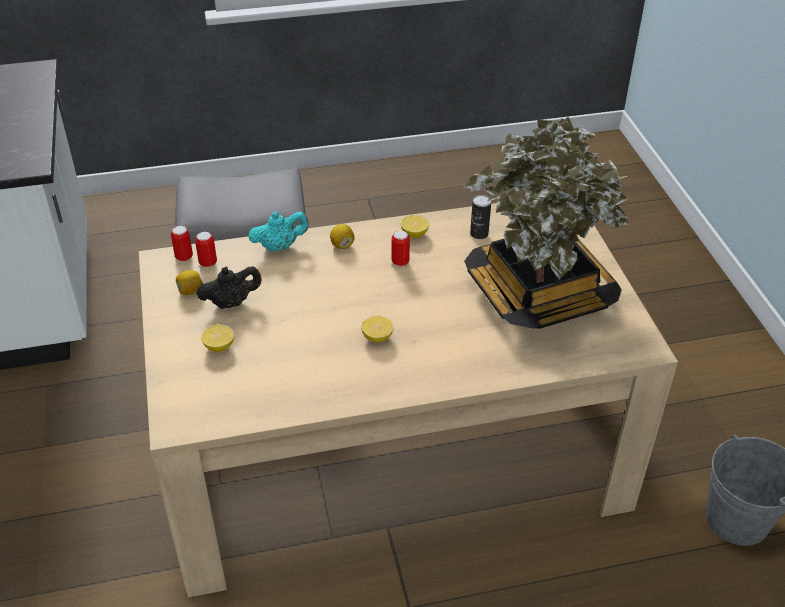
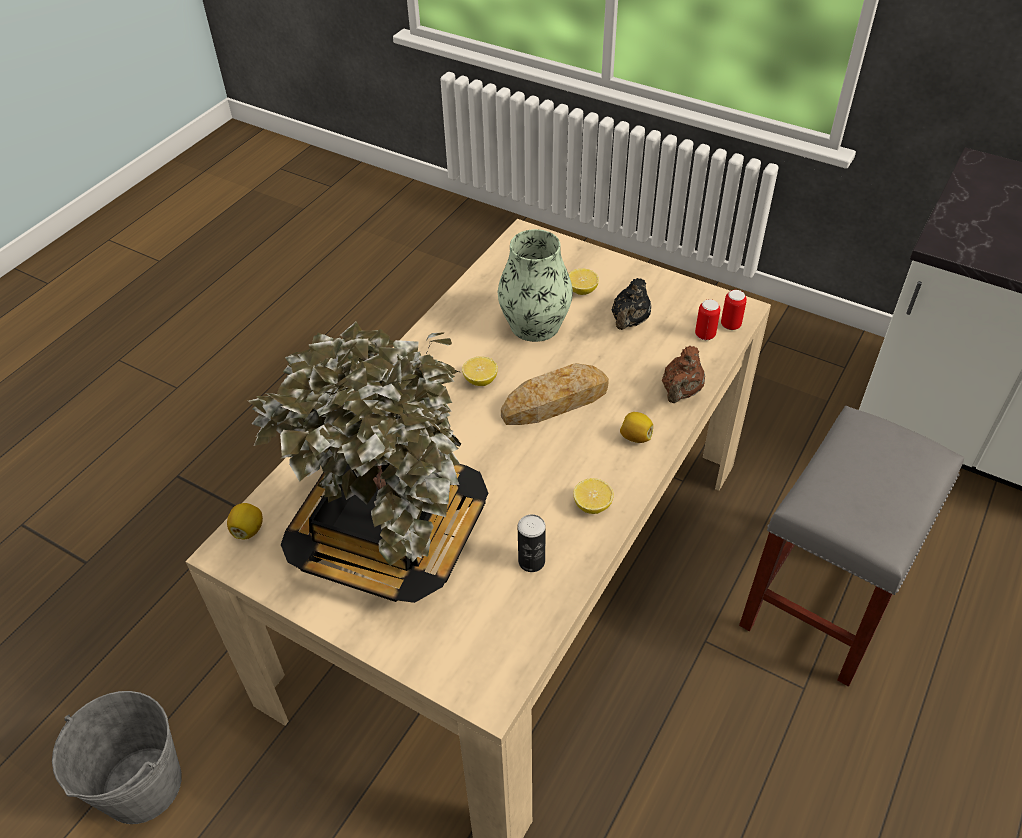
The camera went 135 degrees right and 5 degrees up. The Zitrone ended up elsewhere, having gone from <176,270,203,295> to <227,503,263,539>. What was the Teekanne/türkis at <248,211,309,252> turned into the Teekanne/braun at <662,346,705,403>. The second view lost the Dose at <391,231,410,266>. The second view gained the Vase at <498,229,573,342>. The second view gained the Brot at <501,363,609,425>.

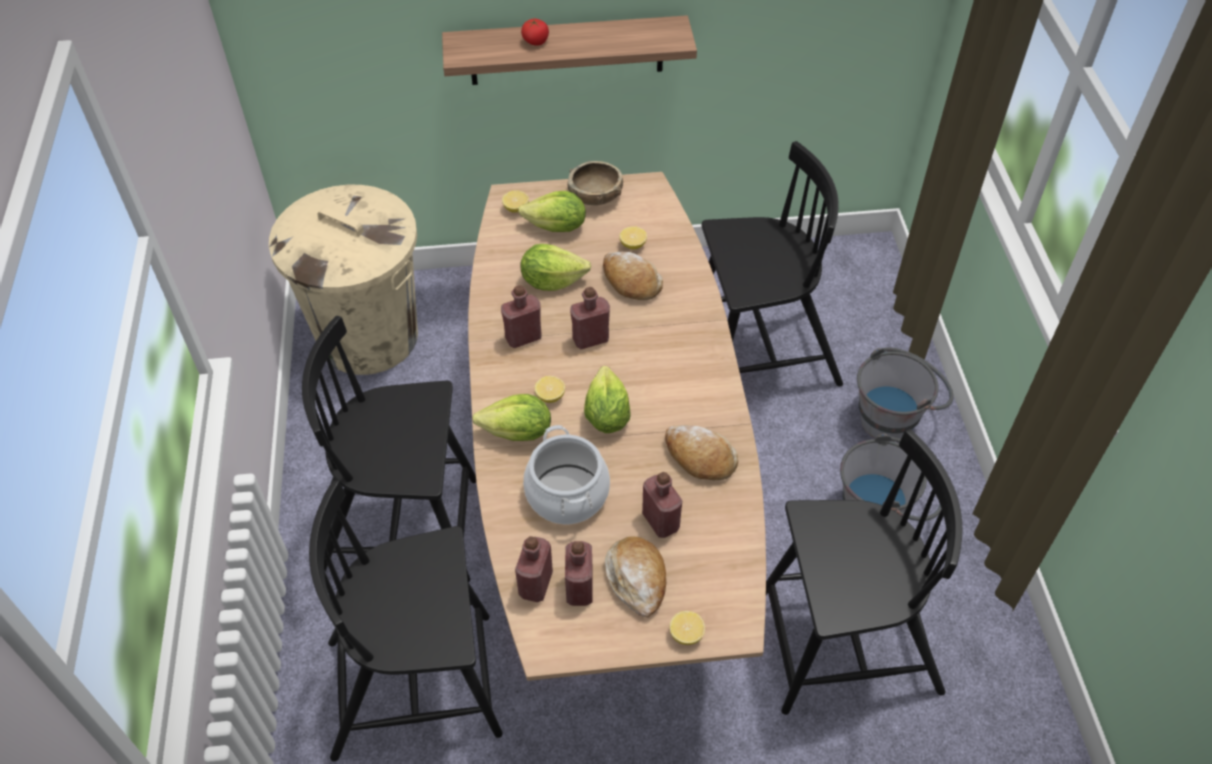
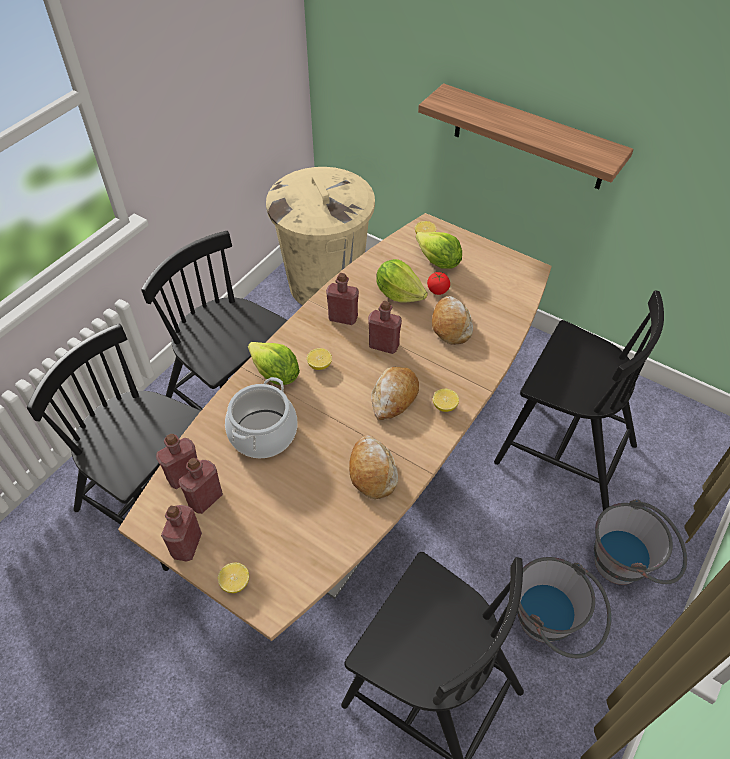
The camera went 40 degrees right and 0 degrees up. The Tomate ended up elsewhere, having gone from <521,19,549,46> to <427,272,450,295>. The second view lost the Schüssel/braun at <568,161,623,205>. The second view lost the Salatkopf at <584,366,631,433>. The Brot ended up elsewhere, having gone from <605,536,666,618> to <371,367,419,420>. The Zitrone ended up elsewhere, having gone from <619,226,647,249> to <433,389,459,412>. The Flasche/rot ended up elsewhere, having gone from <642,472,683,538> to <161,505,202,562>.

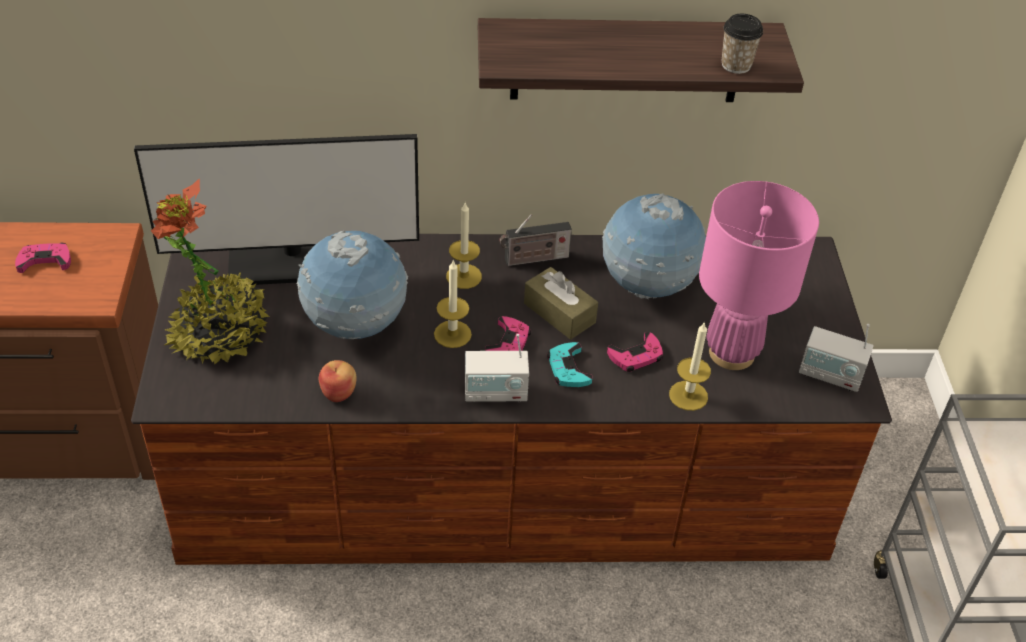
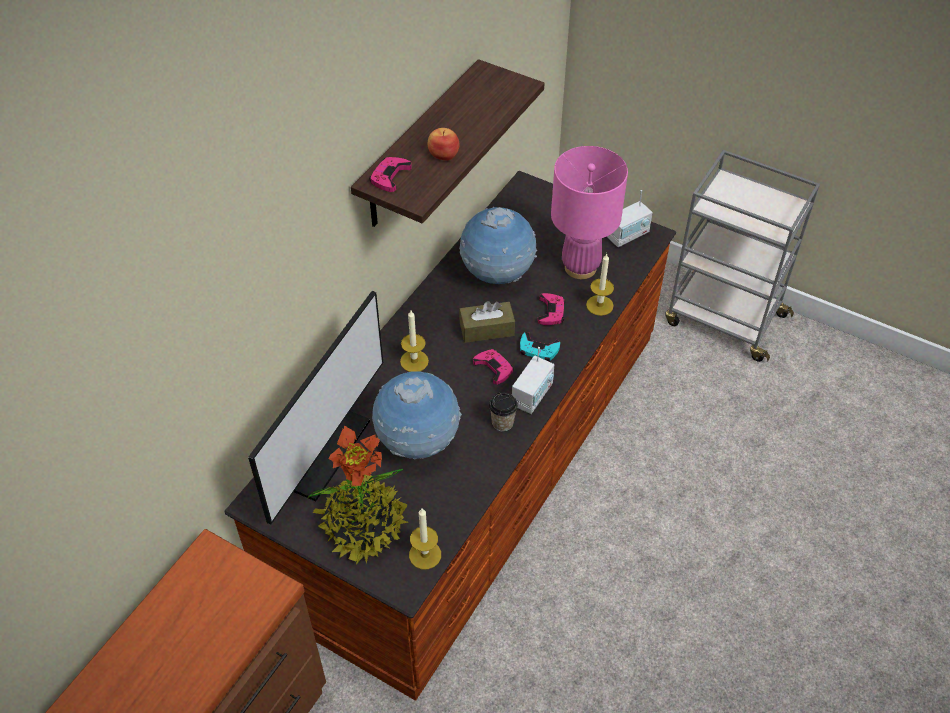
The camera went 55 degrees left and 5 degrees up. The Gamepad/rosa ended up elsewhere, having gone from <15,243,71,273> to <369,157,412,192>. The Apfel ended up elsewhere, having gone from <319,360,357,402> to <428,128,460,160>. The Kerze ended up elsewhere, having gone from <434,260,472,348> to <409,509,441,569>. The second view lost the Radio at <499,214,572,266>. The Tasse ended up elsewhere, having gone from <722,14,763,74> to <489,392,518,431>.

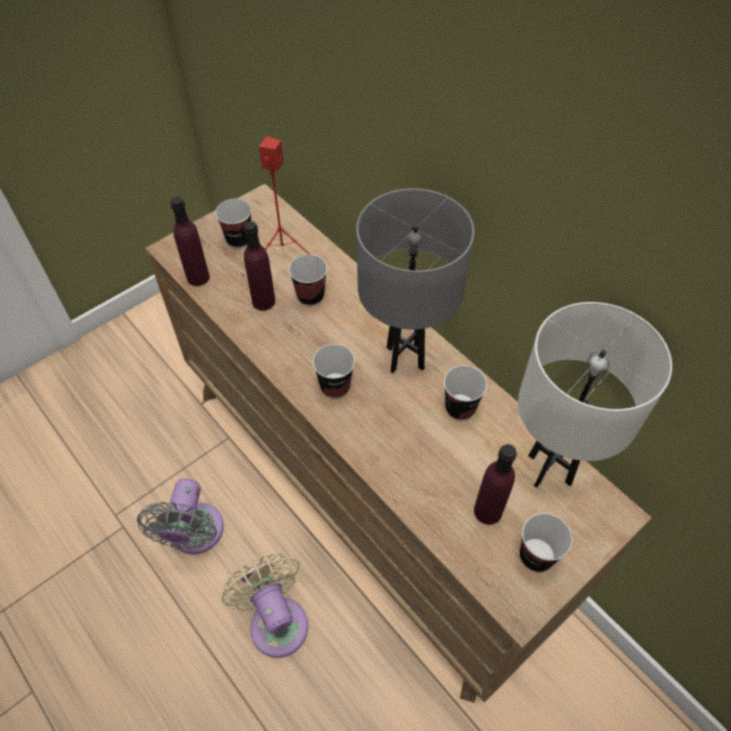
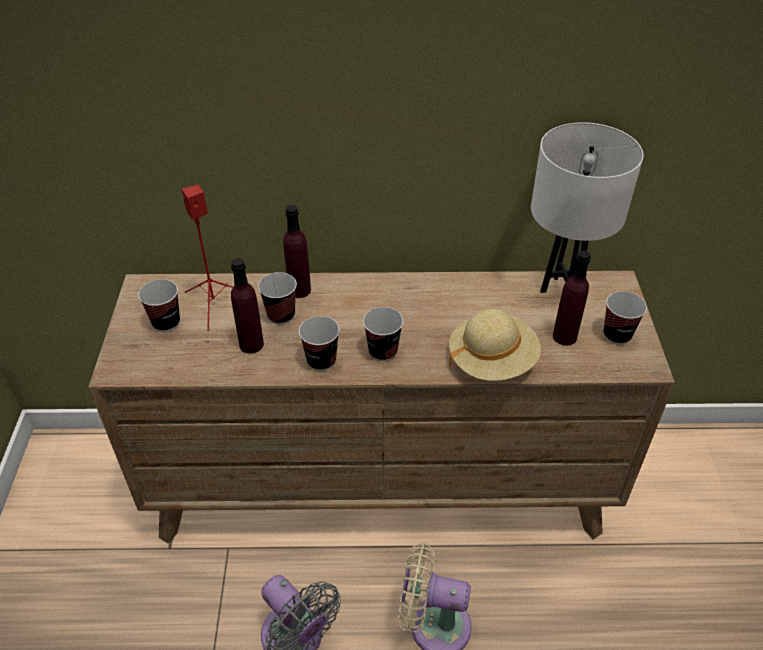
The camera went 50 degrees left and 10 degrees down. The Flasche/lila ended up elsewhere, having gone from <170,197,210,286> to <283,205,311,298>. The second view lost the Tischlampe/grau at <356,188,474,373>. The Tasse ended up elsewhere, having gone from <444,365,487,420> to <299,316,340,371>. The second view gained the Hut/beige at <449,309,541,381>.

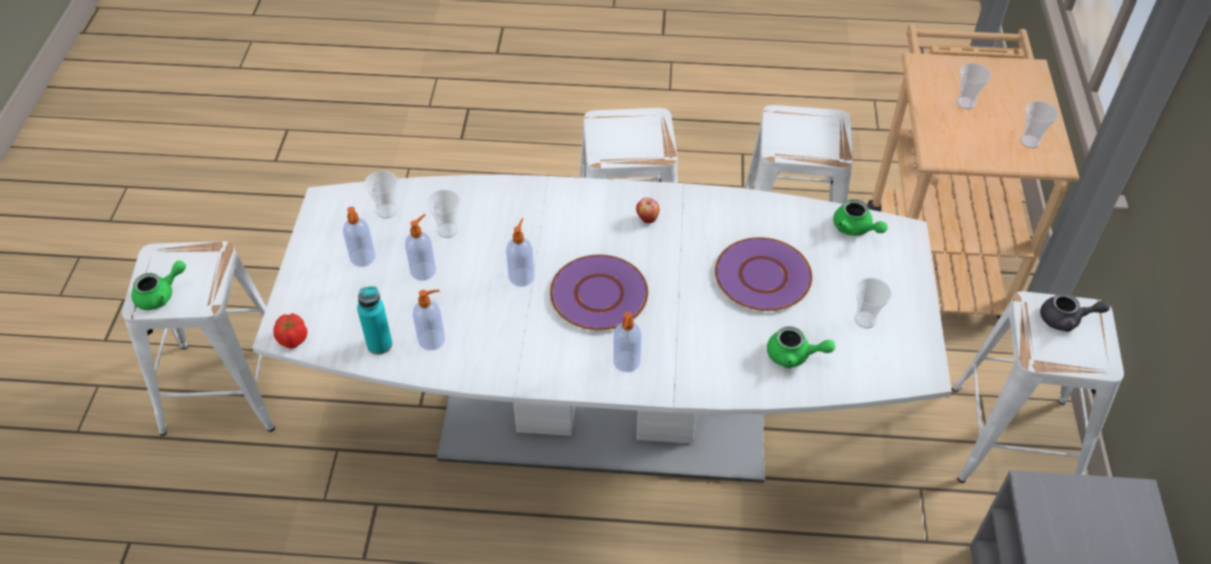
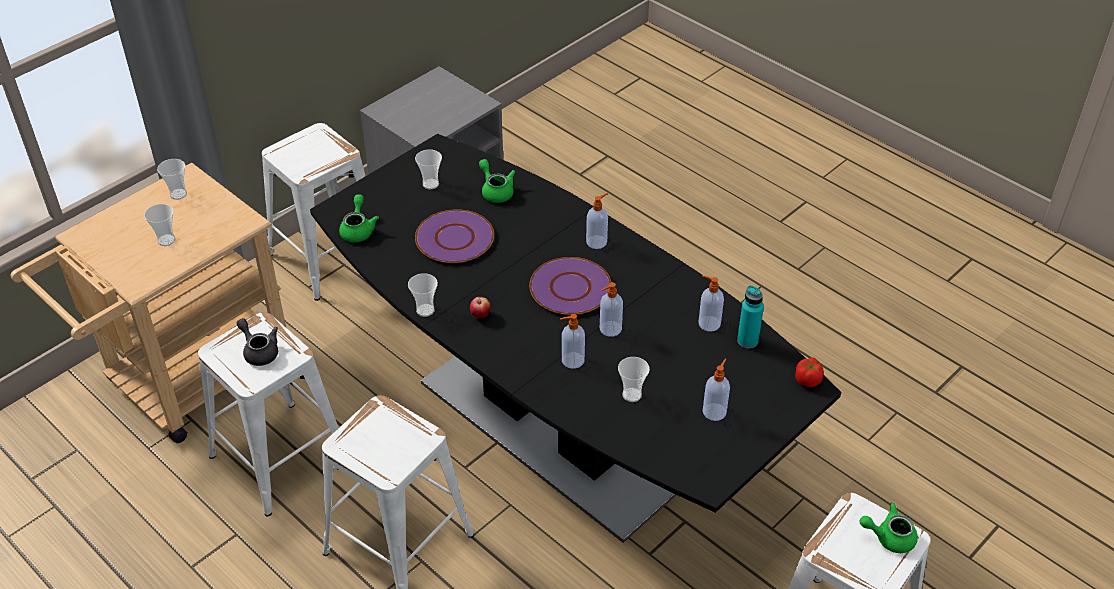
The camera went 140 degrees left and 5 degrees down. What was the Esstisch/weiß at <252,175,952,483> turned into the Esstisch/schwarz at <310,134,841,543>. The Tasse ended up elsewhere, having gone from <364,171,397,219> to <408,273,438,317>. The Seifenspender ended up elsewhere, having gone from <405,214,436,281> to <560,314,585,369>. The Teekanne/grau ended up elsewhere, having gone from <1040,293,1110,332> to <237,318,278,366>.

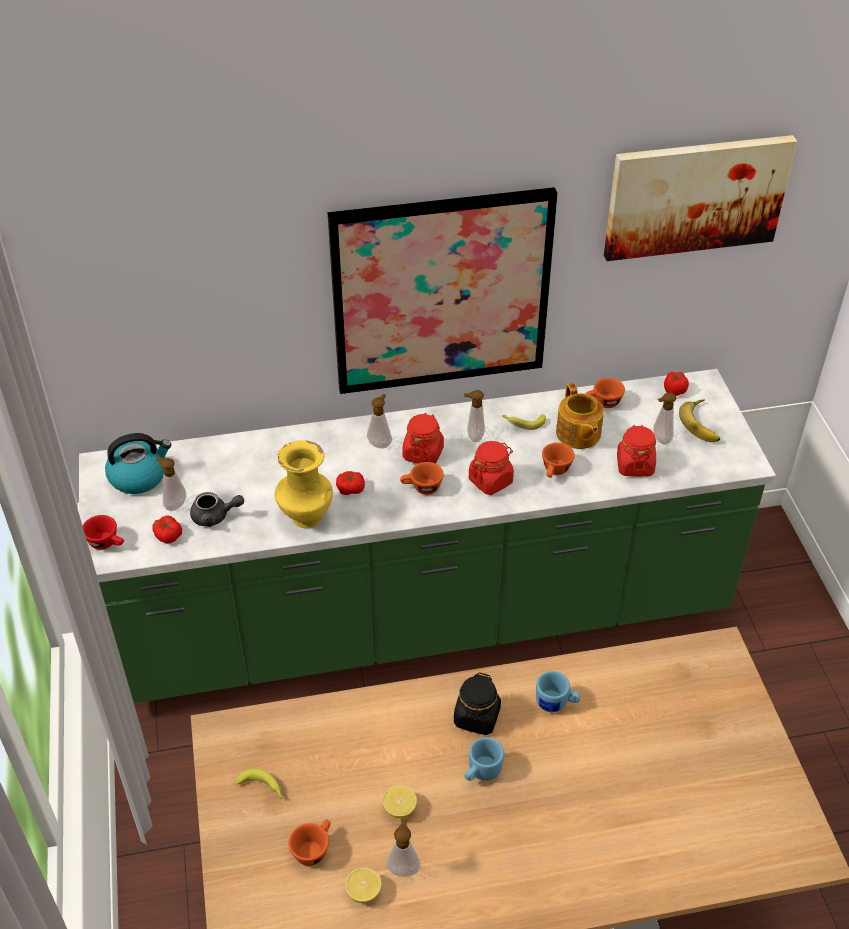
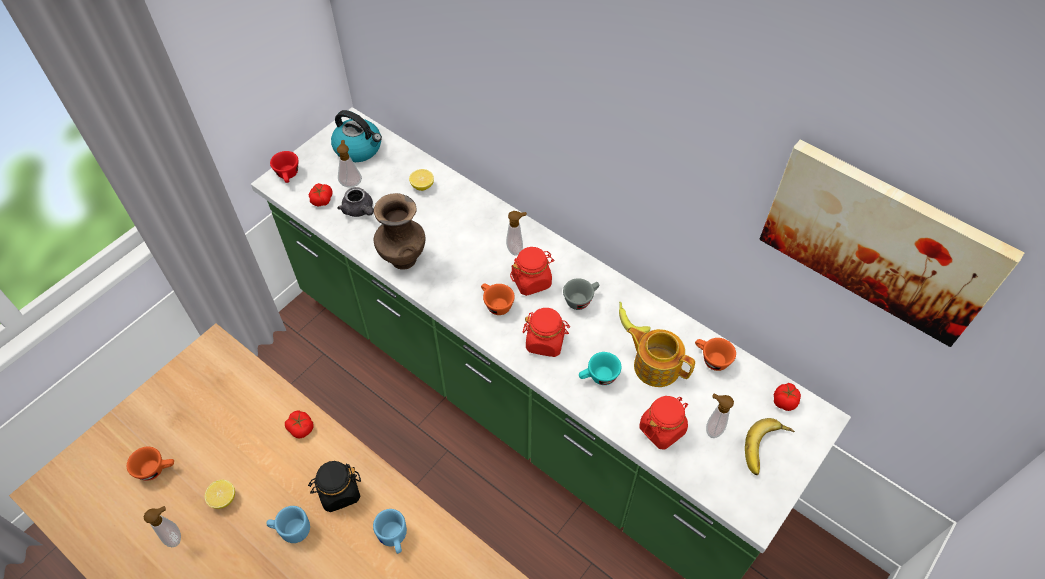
The camera went 50 degrees right and 10 degrees up. The second view lost the Banane at <236,768,283,798>. What was the Vase/gelb at <275,440,333,529> turned into the Vase/braun at <374,193,426,270>. The second view lost the Bild at <327,187,558,394>. The Tomate ended up elsewhere, having gone from <336,471,365,495> to <285,410,314,438>. The Zitrone ended up elsewhere, having gone from <345,868,382,903> to <409,169,434,191>. Where the Seifenspender stood at <464,390,485,442>, the Tasse/grau came to stand at <563,278,599,310>. What was the Tasse/orange at <542,442,575,478> turned into the Tasse/türkis at <579,352,621,385>. The Teekanne at <556,383,604,449> ended up facing another way, 90 degrees clockwise from before.

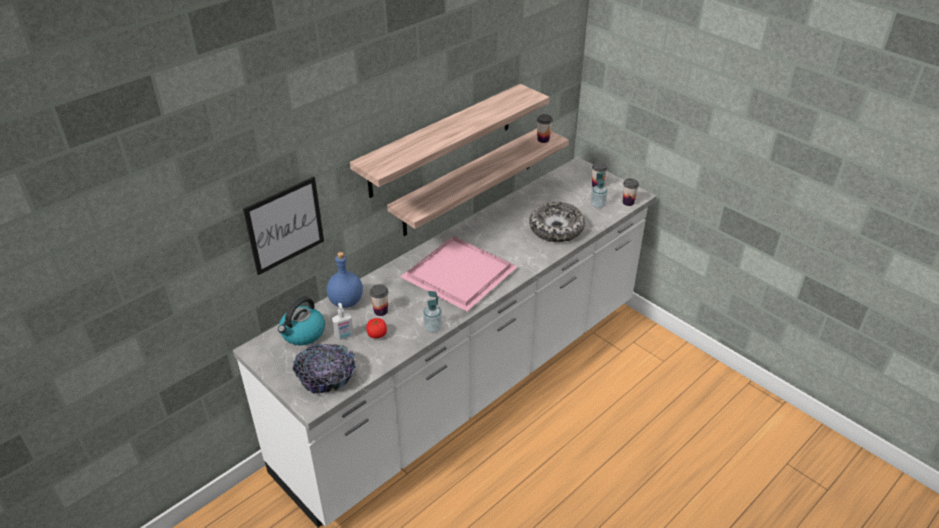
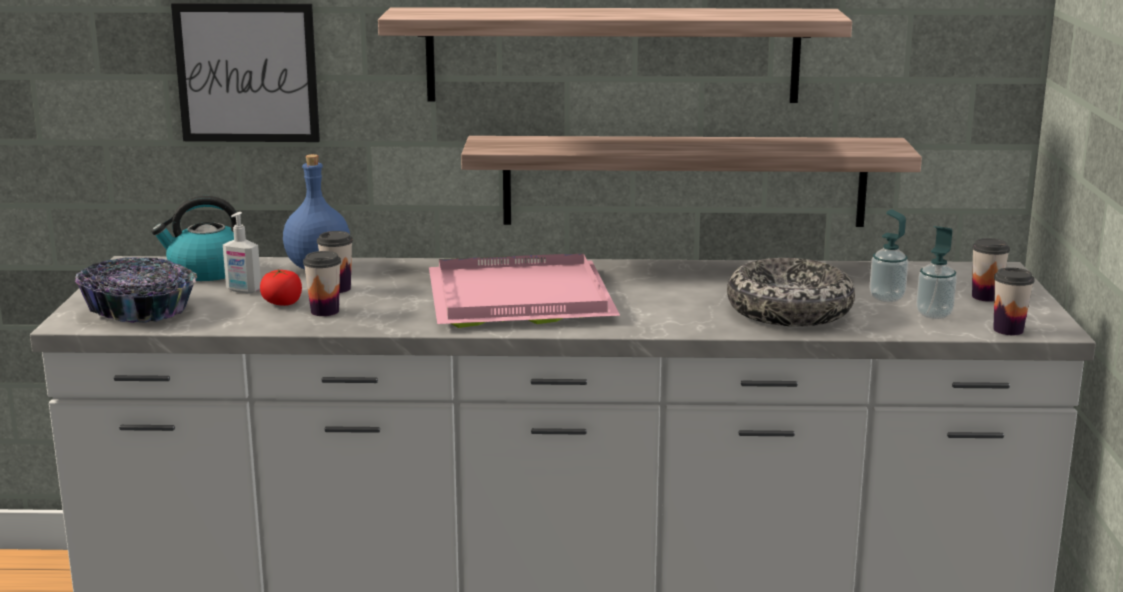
The camera went 45 degrees right and 20 degrees down. The Seifenspender ended up elsewhere, having gone from <423,291,442,333> to <870,209,908,302>. The Tasse ended up elsewhere, having gone from <537,114,553,143> to <303,251,341,316>.

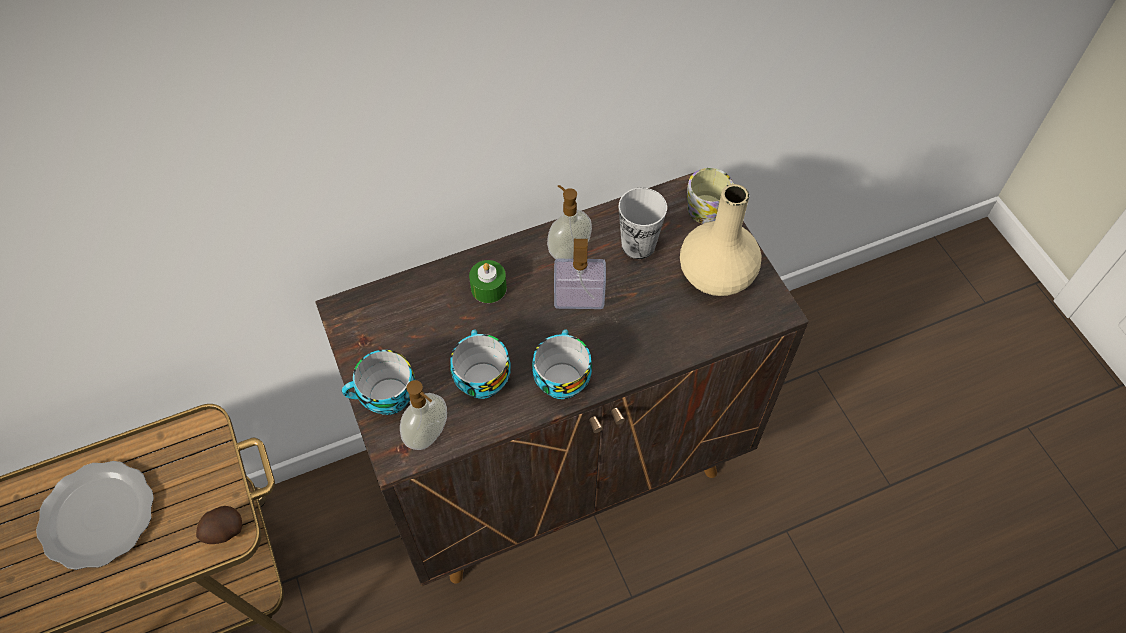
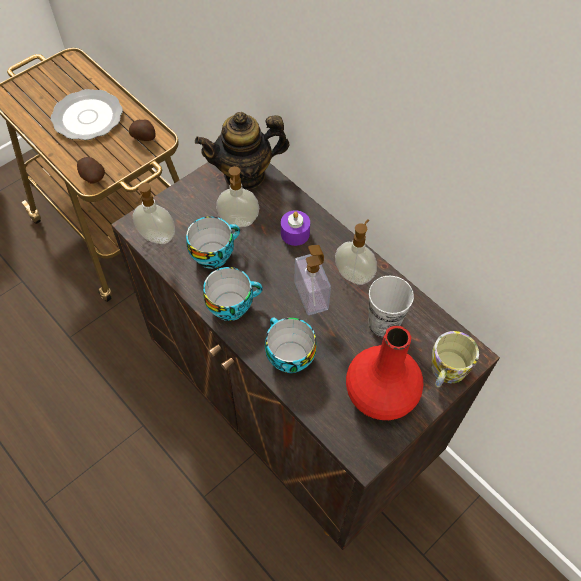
The camera went 70 degrees right and 0 degrees up. The Tasse ended up elsewhere, having gone from <342,350,415,415> to <265,317,317,373>. What was the Kerze/grün at <469,260,507,303> turned into the Kerze/lila at <281,210,310,246>. What was the Vase/beige at <680,184,761,296> turned into the Vase/rot at <346,326,423,420>. The second view gained the Kartoffel at <129,119,156,141>. The second view gained the Teekanne at <195,112,289,190>. The second view gained the Seifenspender at <216,166,259,227>.

